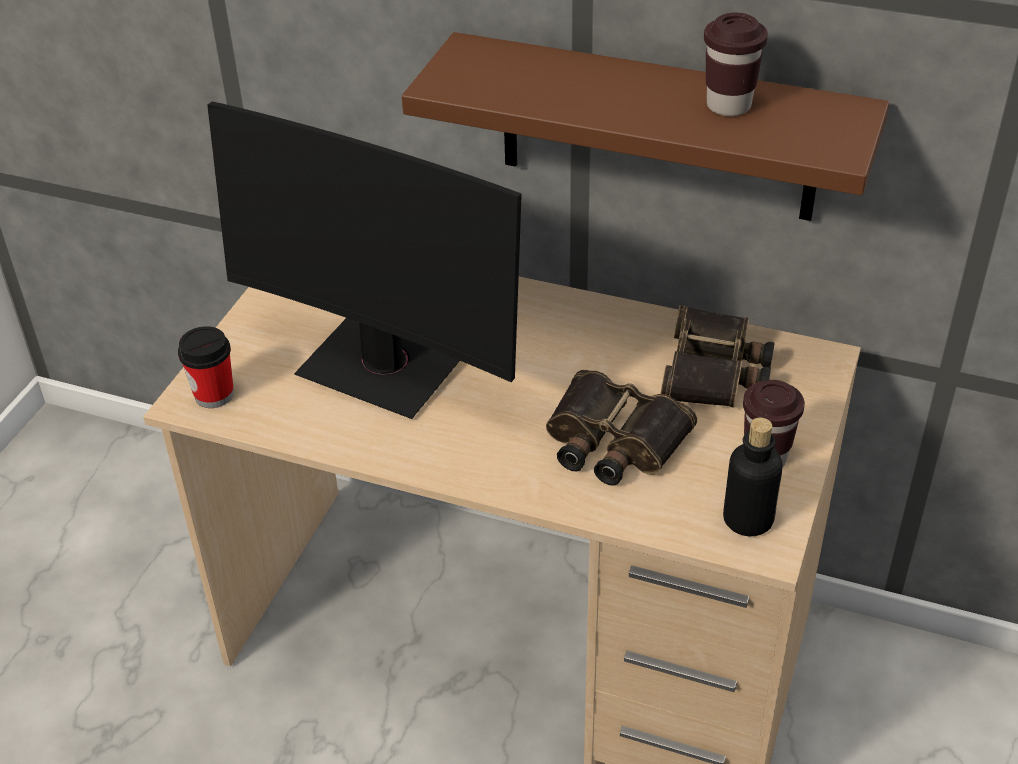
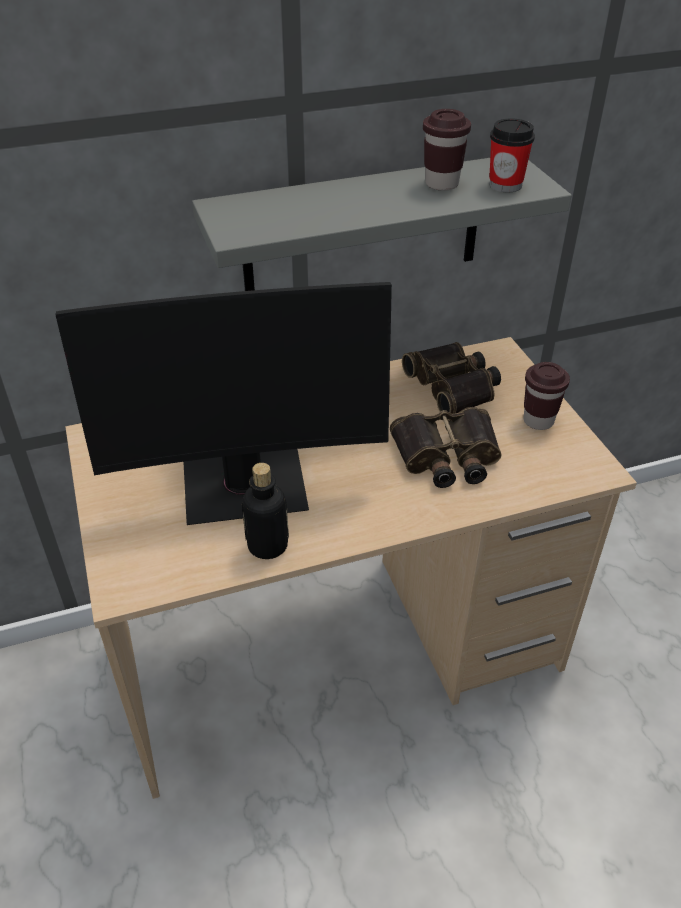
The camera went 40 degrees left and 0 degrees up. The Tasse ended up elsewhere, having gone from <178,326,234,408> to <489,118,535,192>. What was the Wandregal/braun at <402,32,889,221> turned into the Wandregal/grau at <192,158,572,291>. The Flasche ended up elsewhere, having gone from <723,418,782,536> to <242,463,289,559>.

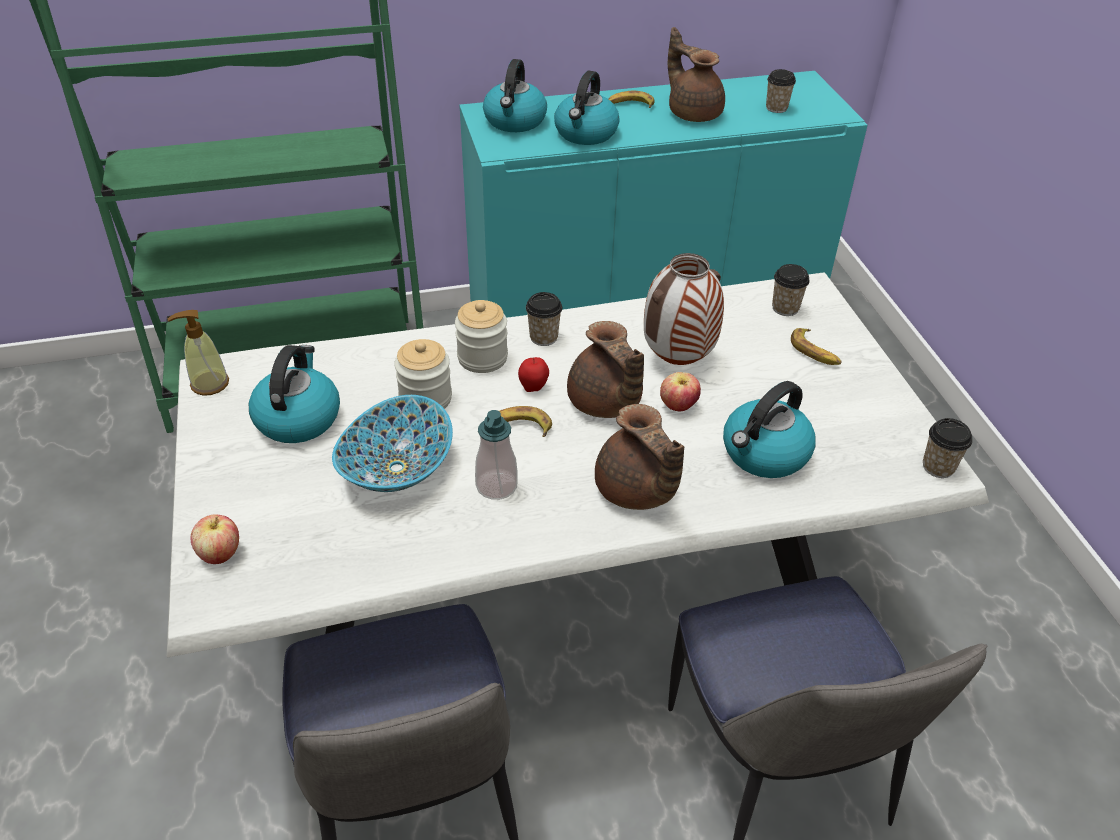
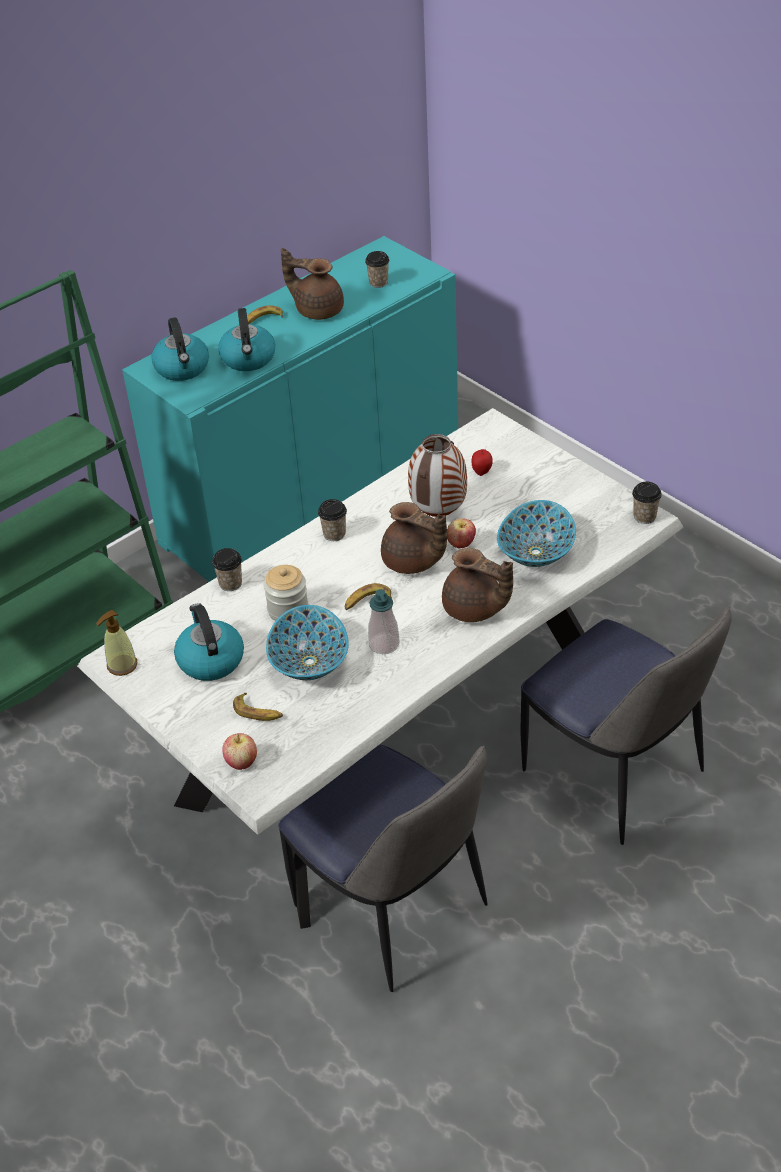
The camera went 25 degrees left and 0 degrees up. The second view lost the Vorratsglas at <455,300,508,373>. The Apfel ended up elsewhere, having gone from <518,357,549,392> to <472,449,493,476>. Where the Wasserkessel stood at <723,381,816,478>, the Schüssel came to stand at <497,500,576,567>. The Tasse ended up elsewhere, having gone from <772,264,810,316> to <212,548,242,591>. The Banane ended up elsewhere, having gone from <791,328,842,365> to <233,693,283,721>.

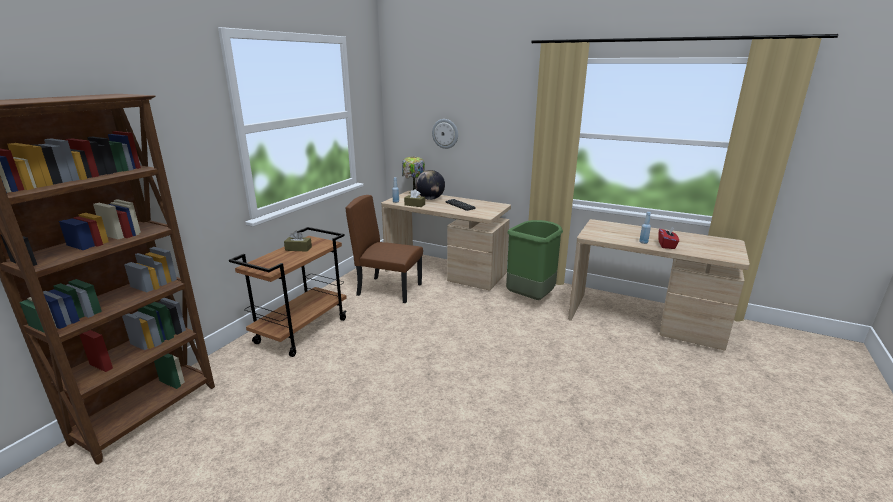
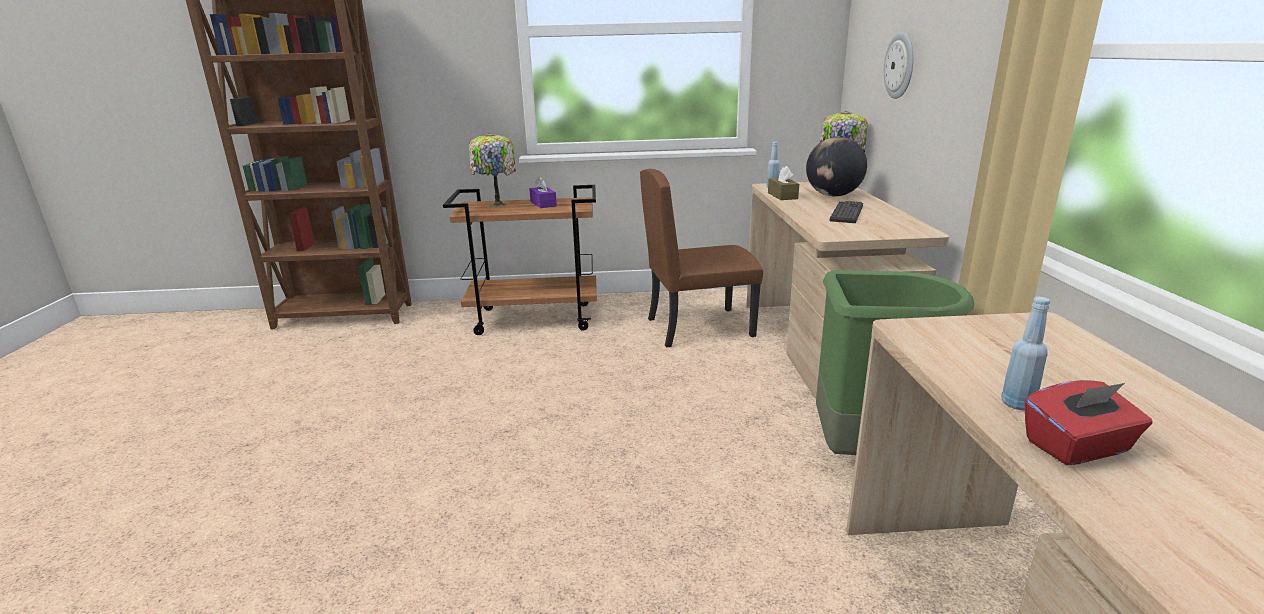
The camera went 60 degrees right and 0 degrees up. What was the Taschentuchbox/braun at <284,231,312,252> turned into the Taschentuchbox/lila at <529,176,557,208>. The Stuhl/braun at <346,195,423,303> ended up facing another way, 90 degrees counterclockwise from before. The second view gained the Tischlampe at <469,133,516,207>.

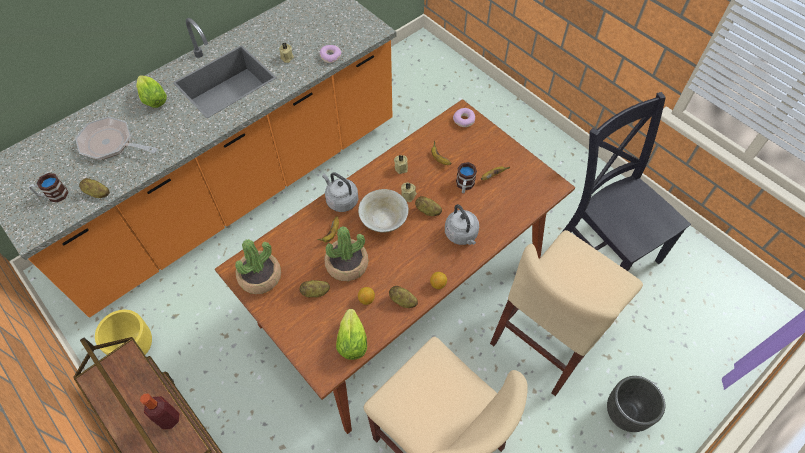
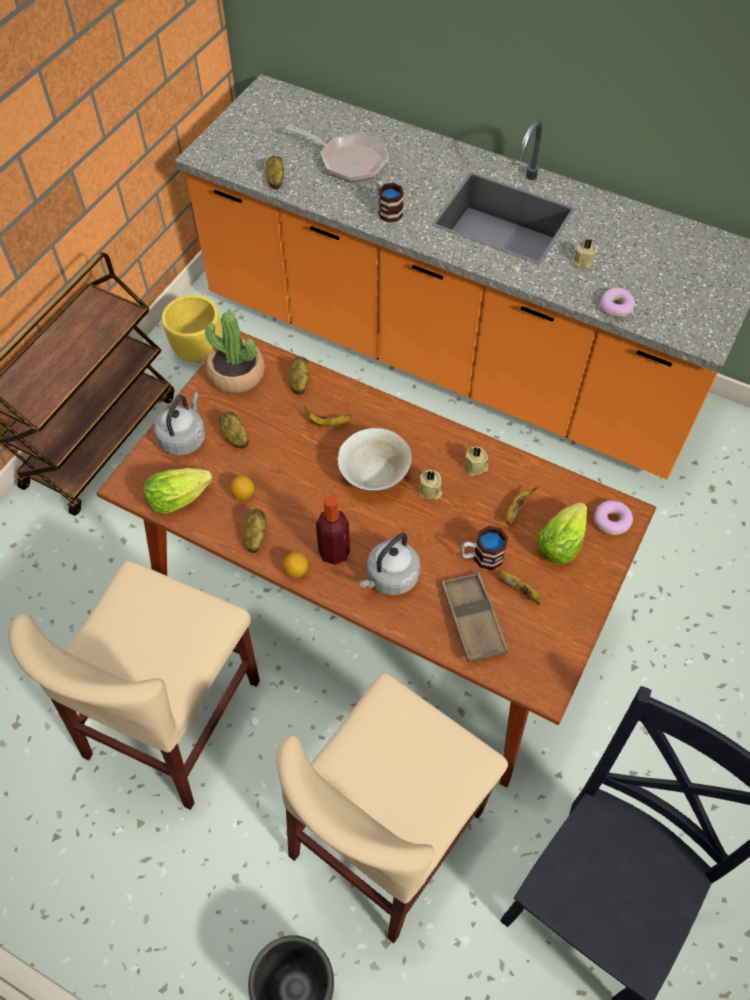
The camera went 70 degrees right and 0 degrees up. The Henkelbecher ended up elsewhere, having gone from <29,173,69,202> to <376,181,404,223>. The Pfanne at <75,117,158,160> ended up facing another way, 120 degrees clockwise from before. The Salatkopf ended up elsewhere, having gone from <136,75,167,108> to <537,502,587,564>. The Flasche ended up elsewhere, having gone from <140,394,180,429> to <316,495,350,565>. The Wasserkessel/grau ended up elsewhere, having gone from <322,172,358,212> to <154,392,205,456>. The second view lost the Topfpflanze at <324,226,368,281>. The Kartoffel ended up elsewhere, having gone from <415,196,442,216> to <289,356,309,395>. The Stuhl/beige at <490,230,643,396> ended up facing another way, 75 degrees counterclockwise from before. The second view gained the Tablett/braun at <441,572,508,662>.

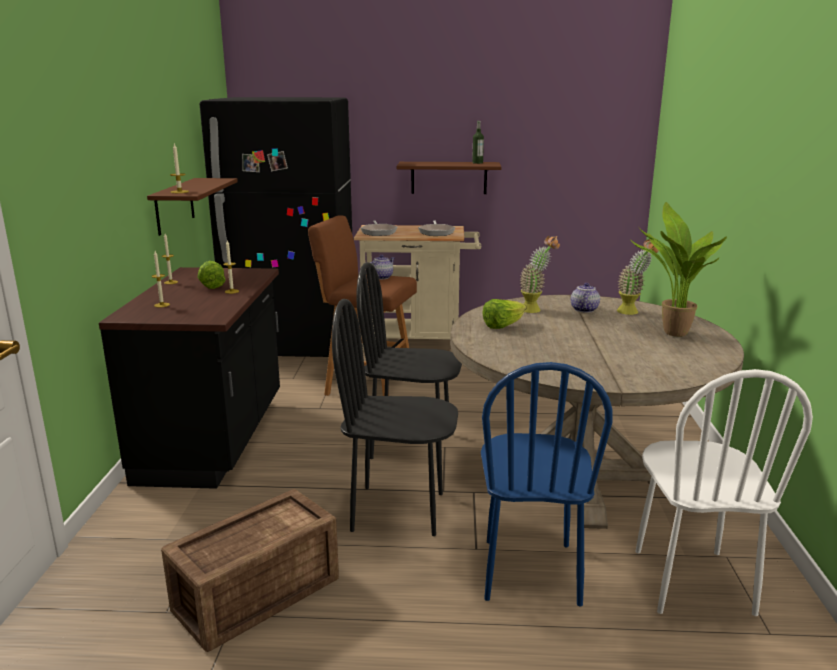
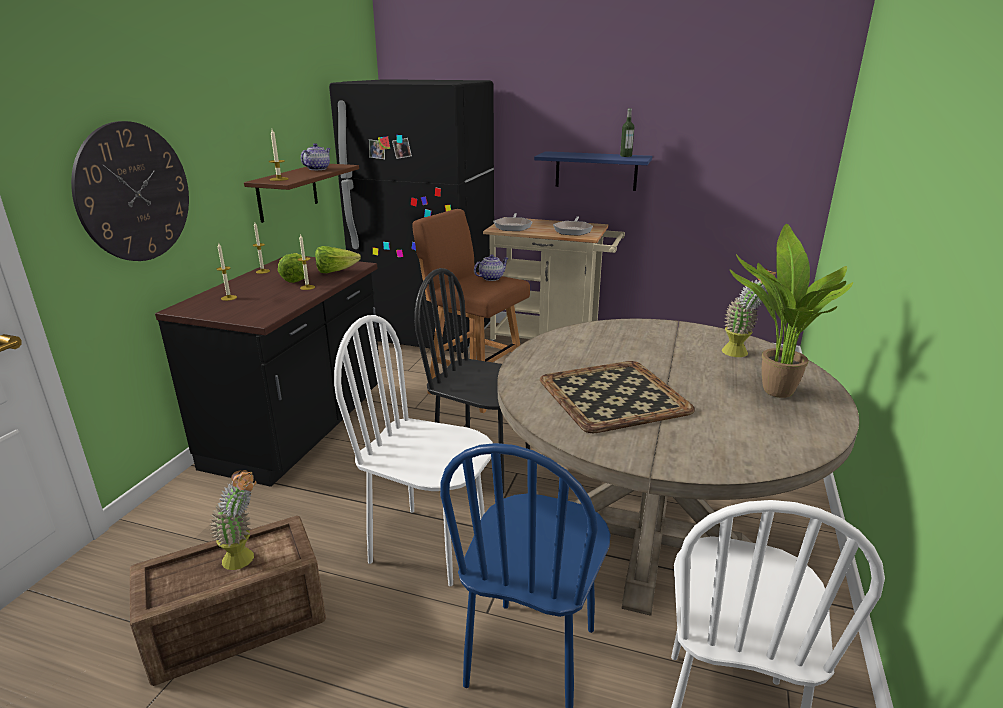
The camera went 15 degrees right and 5 degrees up. What was the Stuhl/schwarz at <332,299,458,536> turned into the Stuhl/weiß at <334,315,493,586>. What was the Wandregal/braun at <397,162,502,194> turned into the Wandregal/blau at <534,151,652,191>. The Salatkopf ended up elsewhere, having gone from <482,299,526,329> to <315,246,361,273>. The Topfpflanze ended up elsewhere, having gone from <520,236,560,313> to <210,470,256,570>. The Teekanne ended up elsewhere, having gone from <571,283,600,313> to <301,143,331,170>. The second view gained the Wanduhr at <71,121,189,261>. The second view gained the Tablett at <540,361,695,433>.

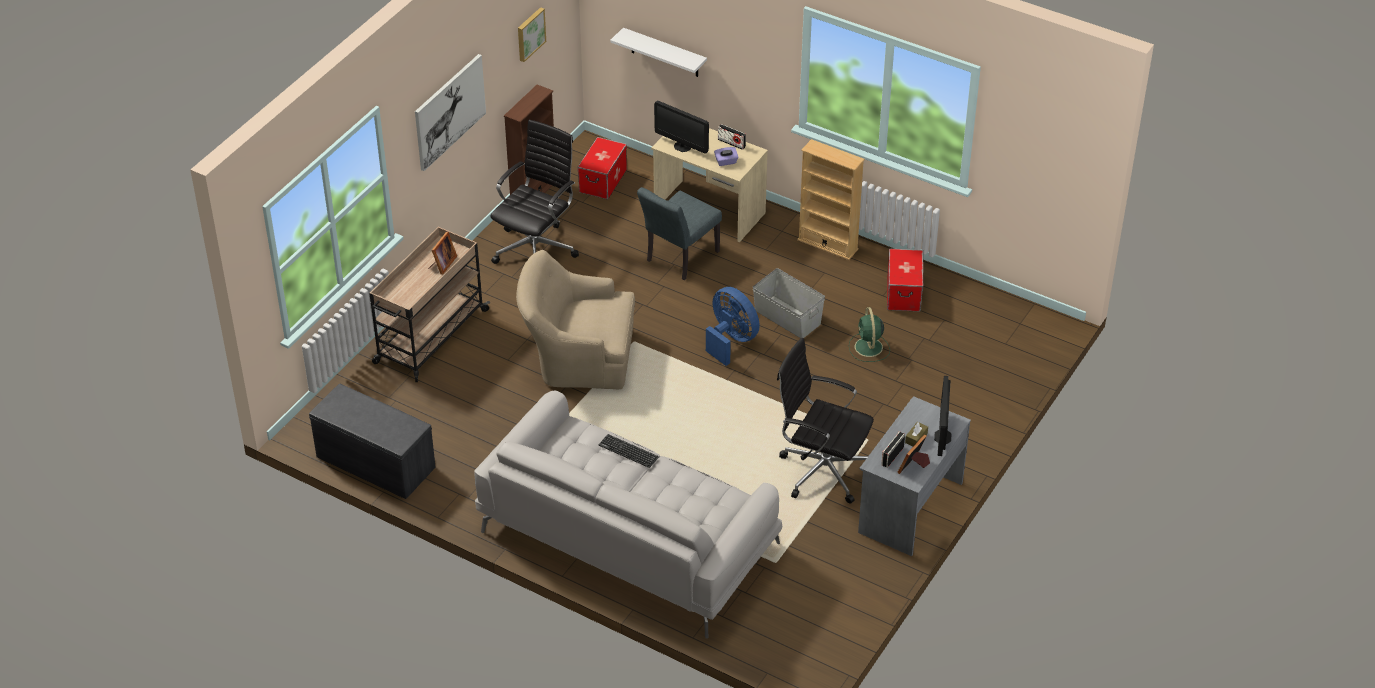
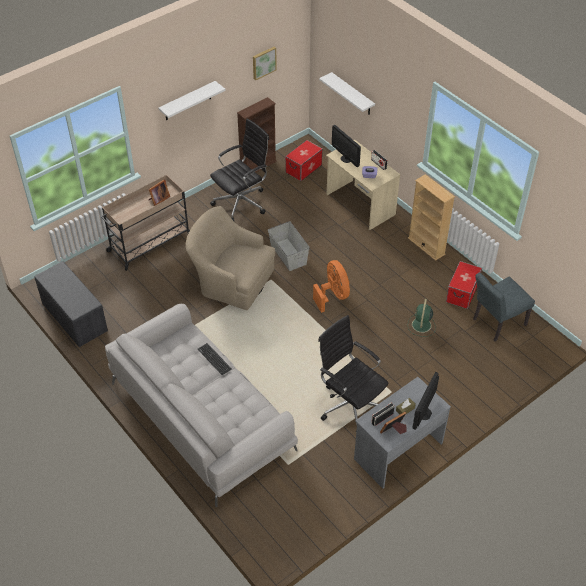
The camera went 20 degrees right and 5 degrees up. Where the Bild hung at <415,54,486,171>, the Wandregal/weiß came to hang at <158,81,225,120>. The Stuhl/grau ended up elsewhere, having gone from <637,187,722,280> to <473,273,535,341>. What was the Ventilator/blau at <706,287,760,366> turned into the Ventilator/orange at <313,260,350,313>. The Aufbewahrungsbox/grau ended up elsewhere, having gone from <753,268,825,338> to <268,221,310,271>.

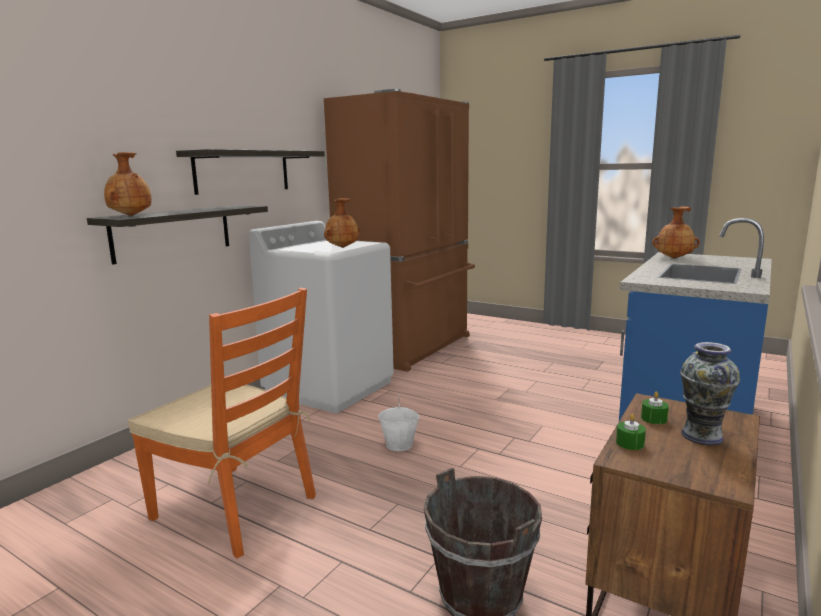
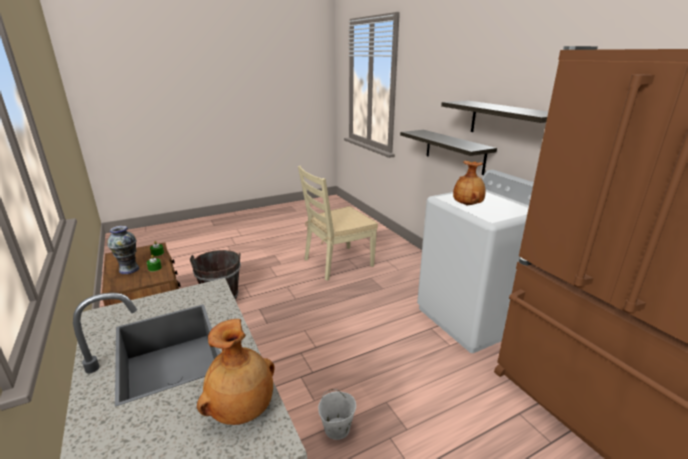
The camera went 120 degrees right and 10 degrees up. The second view lost the Vase/braun at <104,152,152,216>. What was the Stuhl/orange at <128,288,316,559> turned into the Stuhl/beige at <298,166,378,281>. The Eimer/weiß ended up elsewhere, having gone from <378,393,420,451> to <318,389,356,440>.

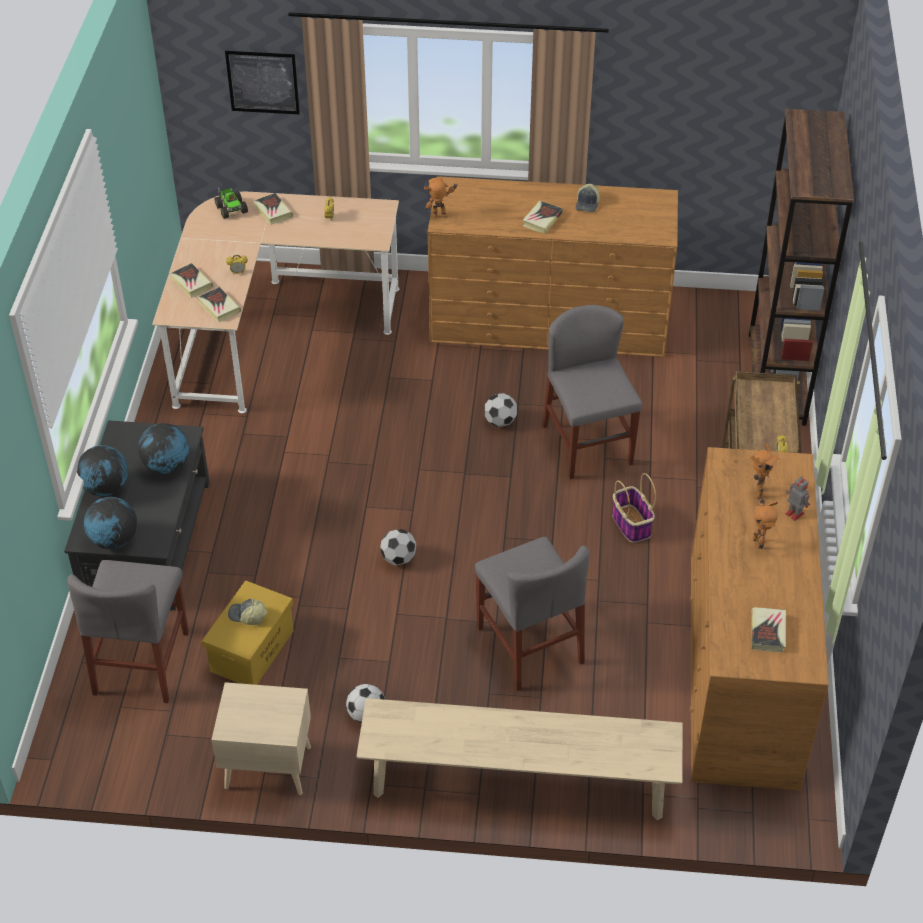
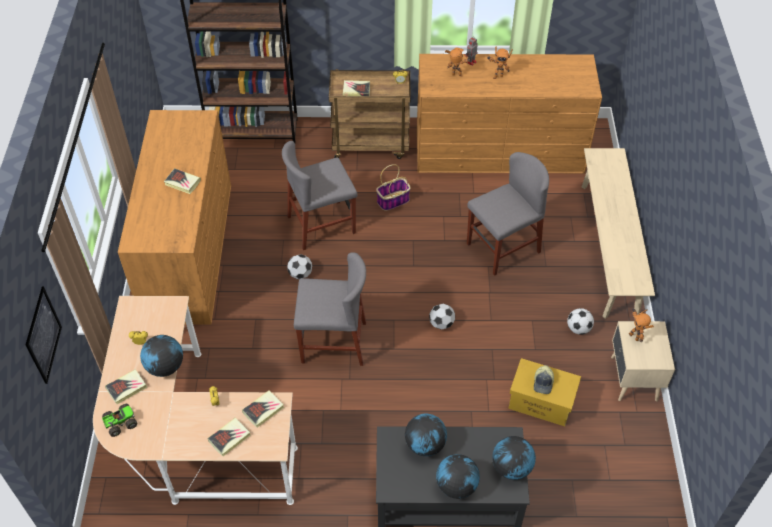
The camera went 95 degrees left and 5 degrees up. The Stuhl/grau ended up elsewhere, having gone from <67,560,189,703> to <294,252,366,366>. The Spielzeugroboter ended up elsewhere, having gone from <424,177,457,218> to <629,308,654,342>. The second view lost the Kappe at <576,184,600,212>. The Buch ended up elsewhere, having gone from <751,607,786,652> to <343,80,370,96>. The second view gained the Globus at <140,335,183,377>.

